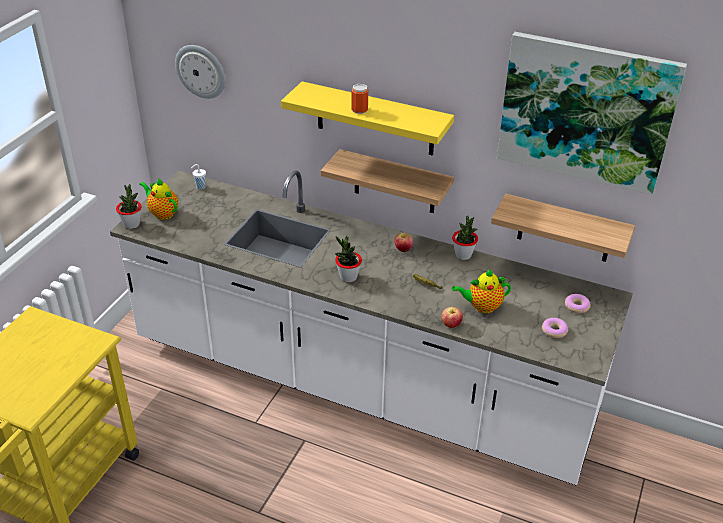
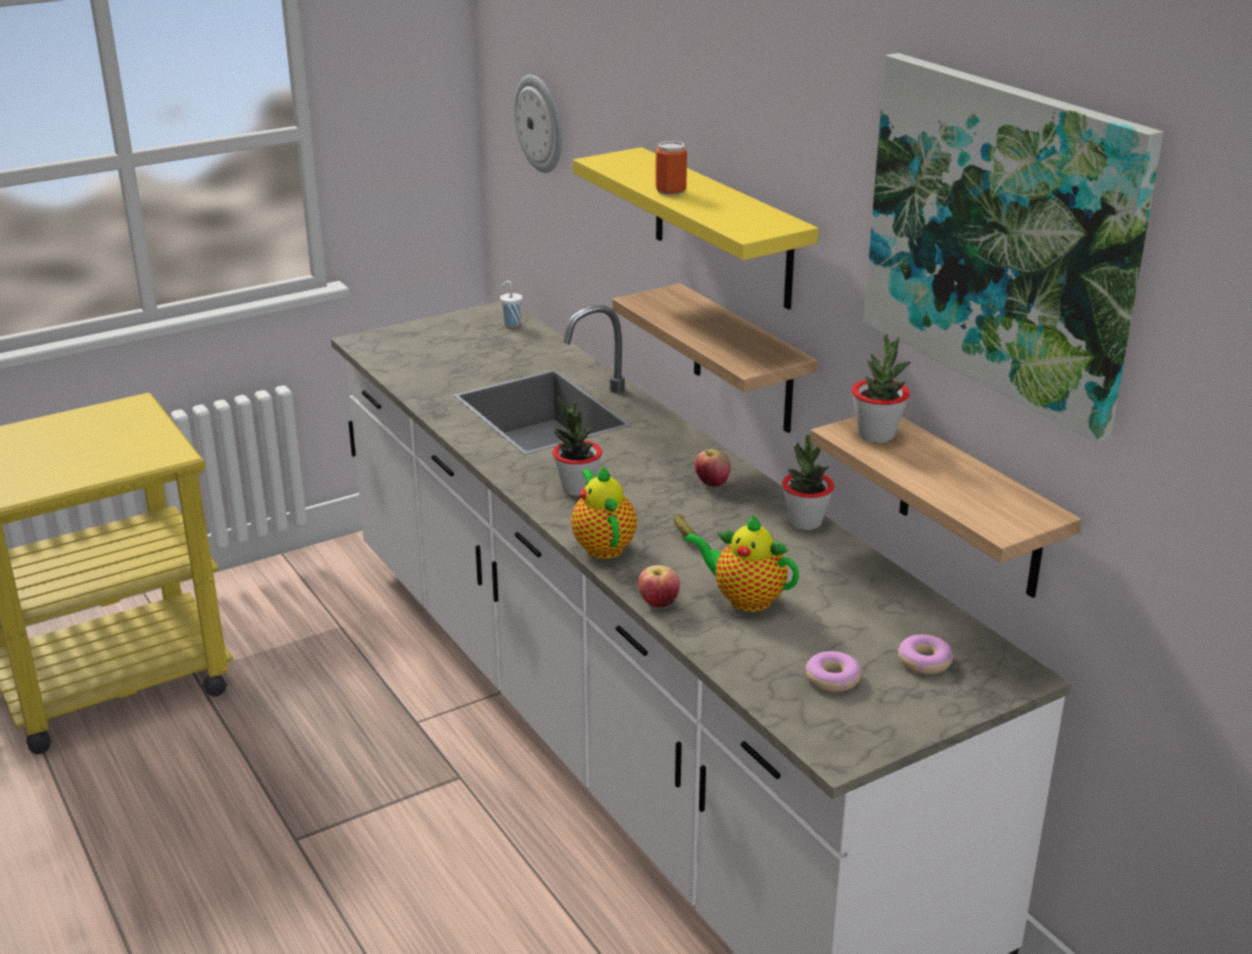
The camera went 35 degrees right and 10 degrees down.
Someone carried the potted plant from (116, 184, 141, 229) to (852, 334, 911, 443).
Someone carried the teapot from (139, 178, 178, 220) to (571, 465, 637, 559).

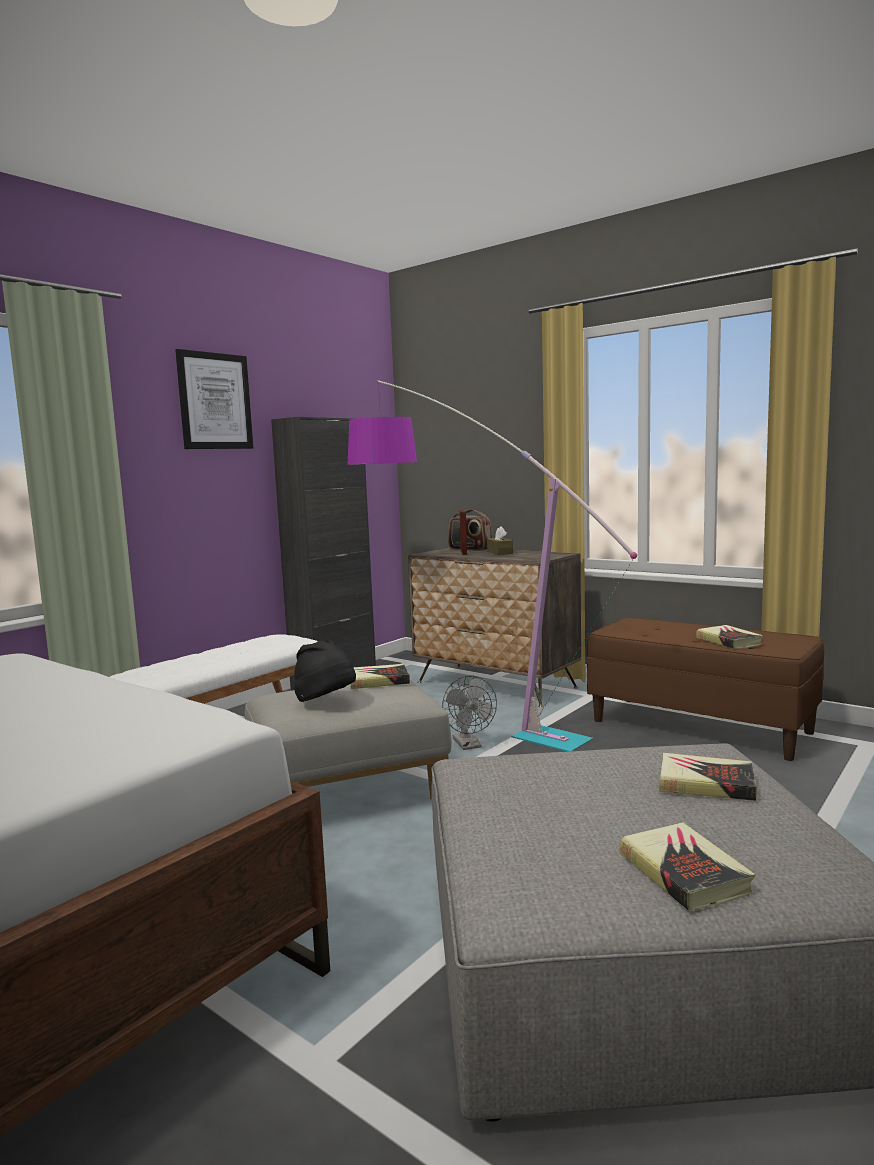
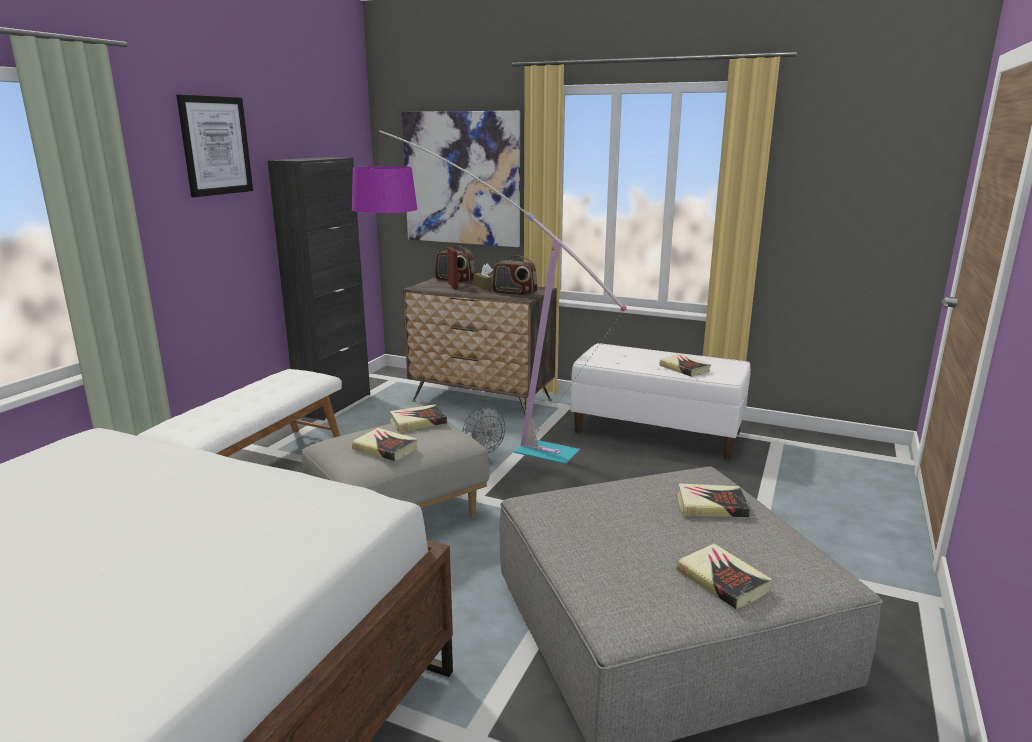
The camera went 15 degrees left and 10 degrees up.
Someone swapped the hat (black) at (294, 640, 356, 702) for the book at (352, 428, 418, 461).
Someone repainted the bench (brown) at (586, 617, 824, 761), which became the bench (white) at (571, 343, 751, 459).
Someone put up the picture at (402, 111, 520, 247).
Someone put down the radio at (492, 255, 537, 296).

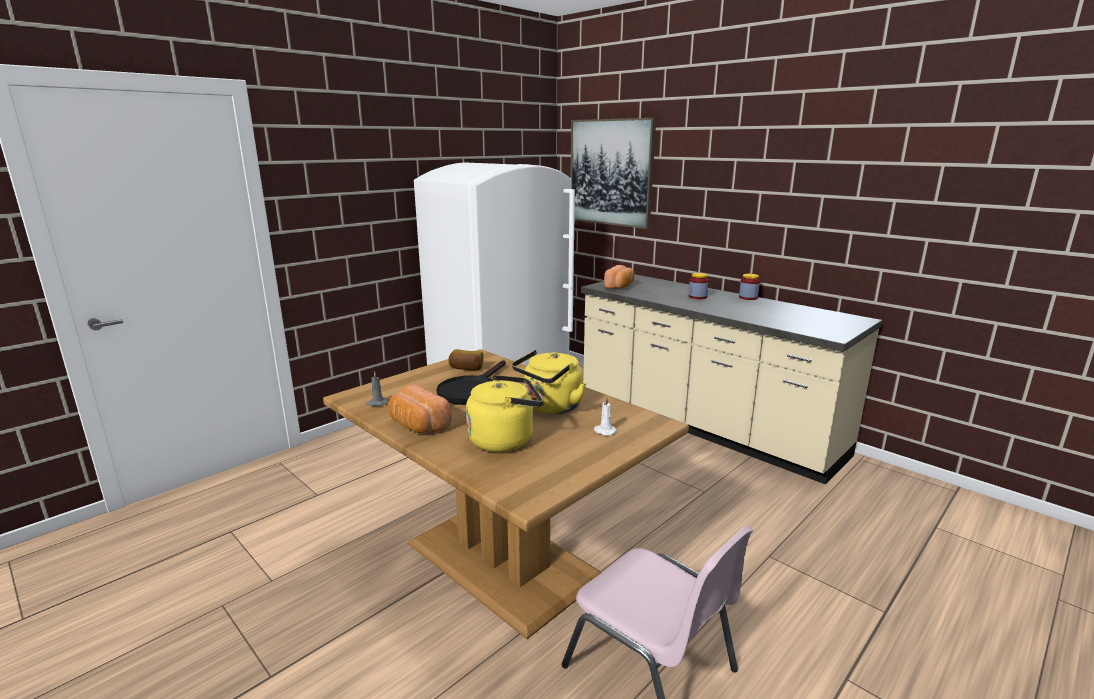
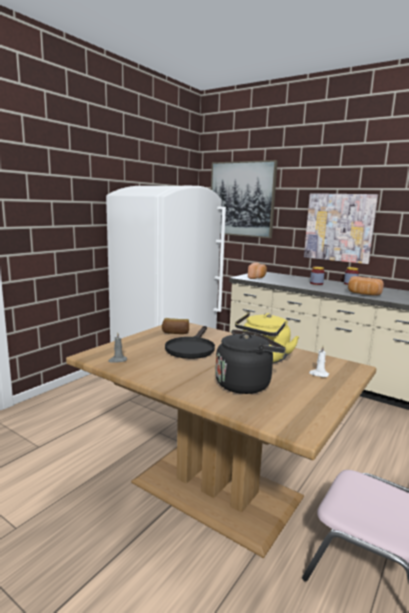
The camera went 10 degrees left and 5 degrees down.
Someone carried the bread from (388, 385, 452, 433) to (348, 276, 384, 296).
Someone repainted the kettle (yellow) at (466, 375, 543, 452), which became the kettle (black) at (215, 329, 286, 394).
Someone put up the picture at (304, 193, 378, 264).

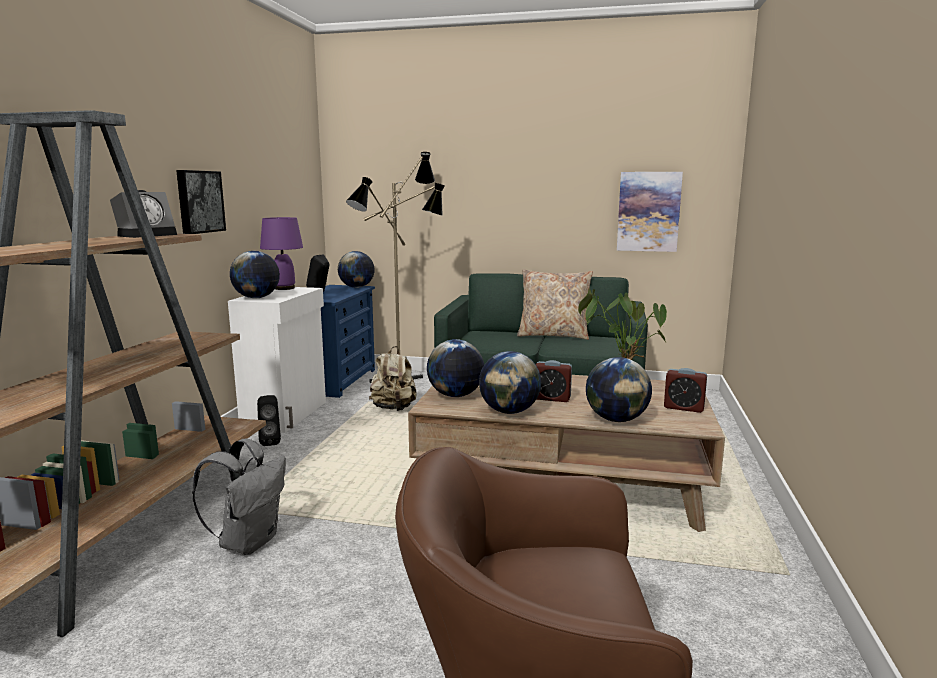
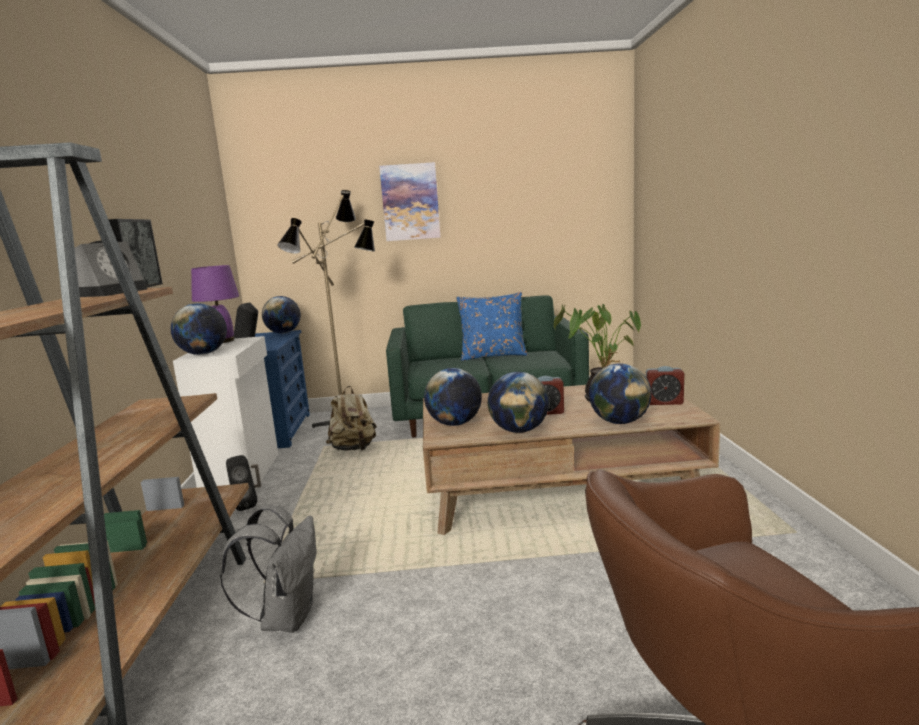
The camera went 15 degrees left and 0 degrees up.
Someone repainted the pillow (beige) at (517, 269, 593, 340), which became the pillow (blue) at (456, 292, 528, 361).
Someone carried the picture from (617, 172, 683, 252) to (379, 162, 441, 241).

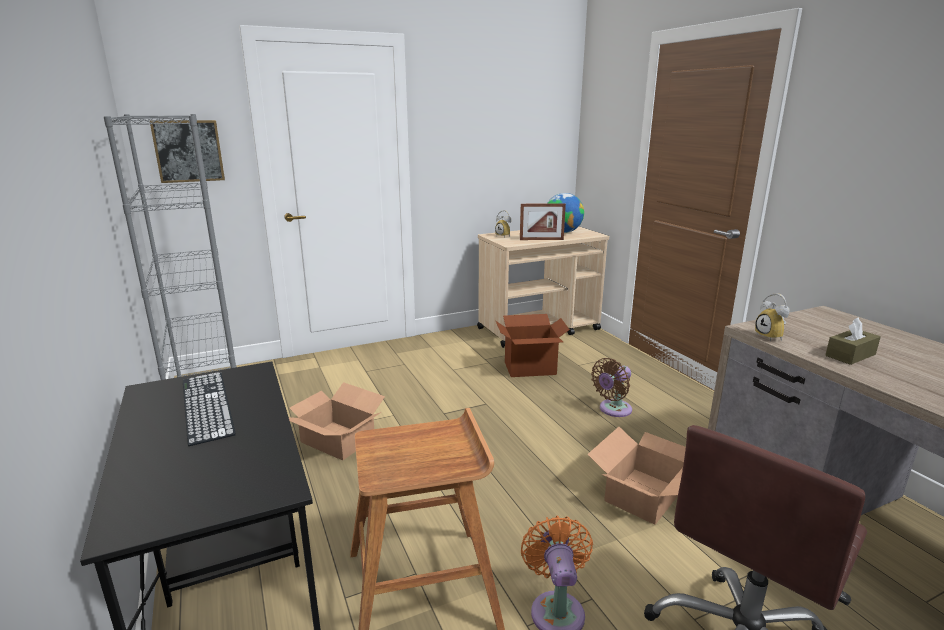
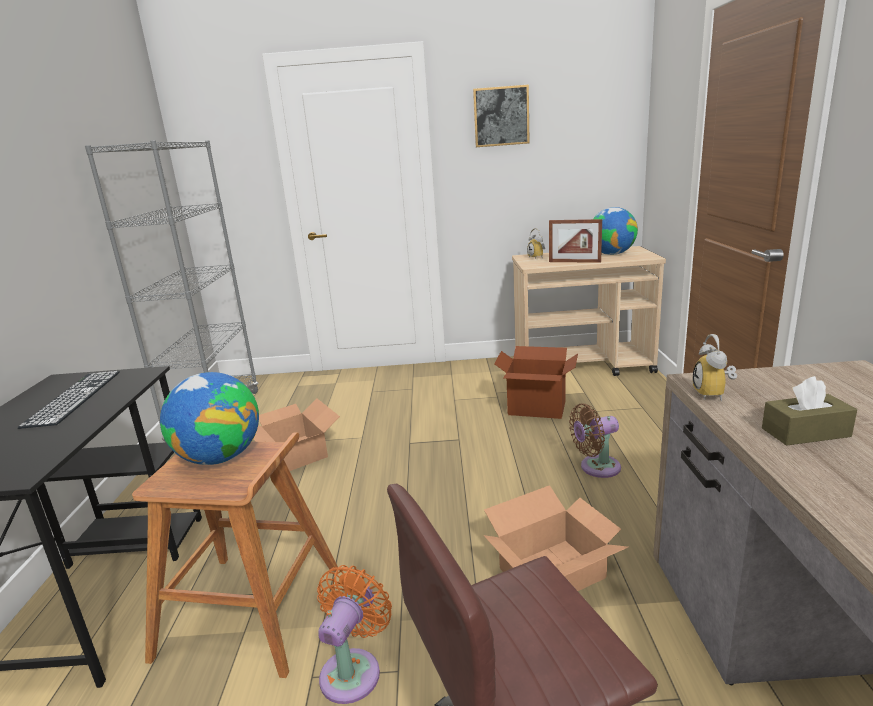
The camera went 25 degrees right and 0 degrees up.
Someone carried the picture from (150, 120, 225, 183) to (473, 84, 530, 147).
Someone put down the globe at (160, 372, 259, 465).

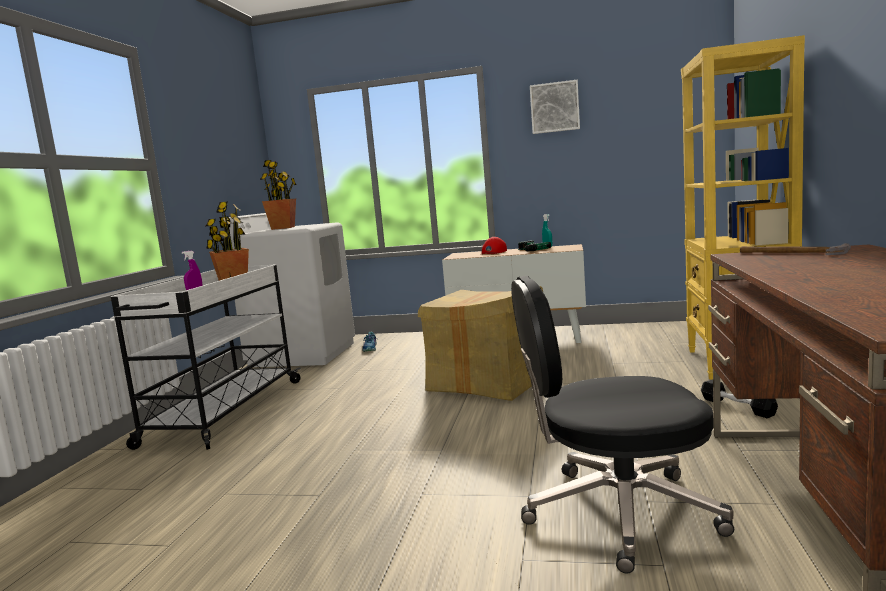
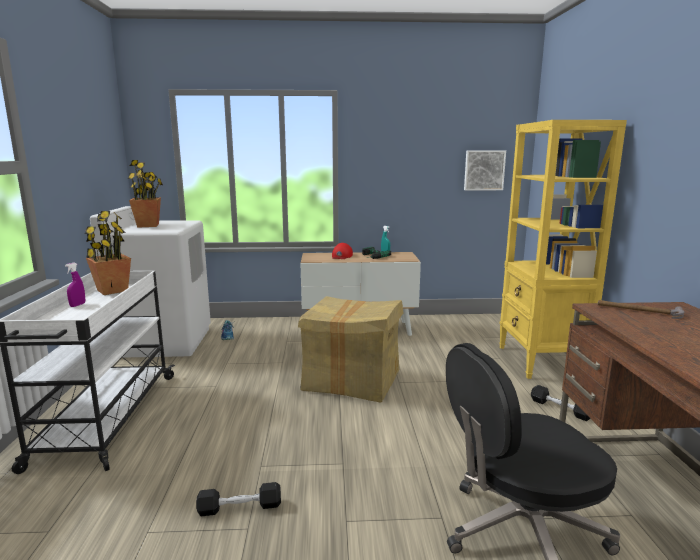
The camera went 15 degrees left and 5 degrees up.
Someone carried the picture from (530, 80, 580, 134) to (464, 151, 506, 190).
Someone put down the dumbbell (black) at (196, 482, 281, 516).

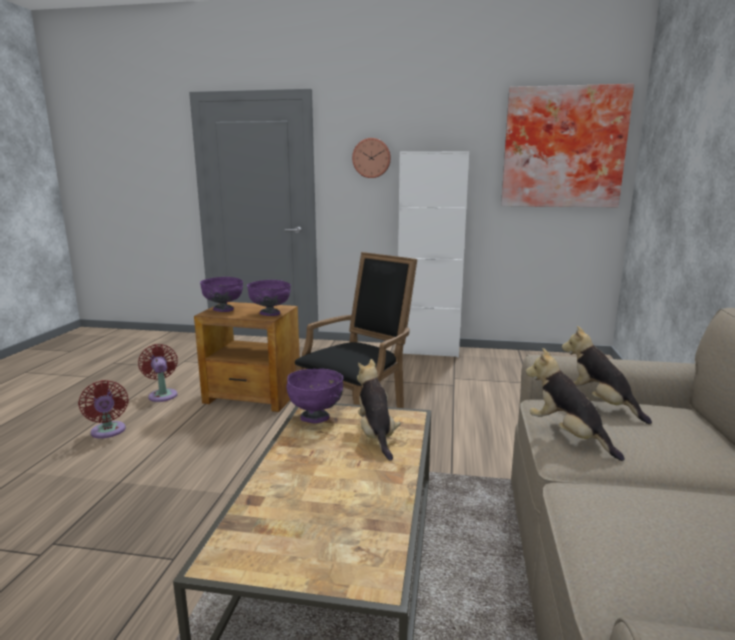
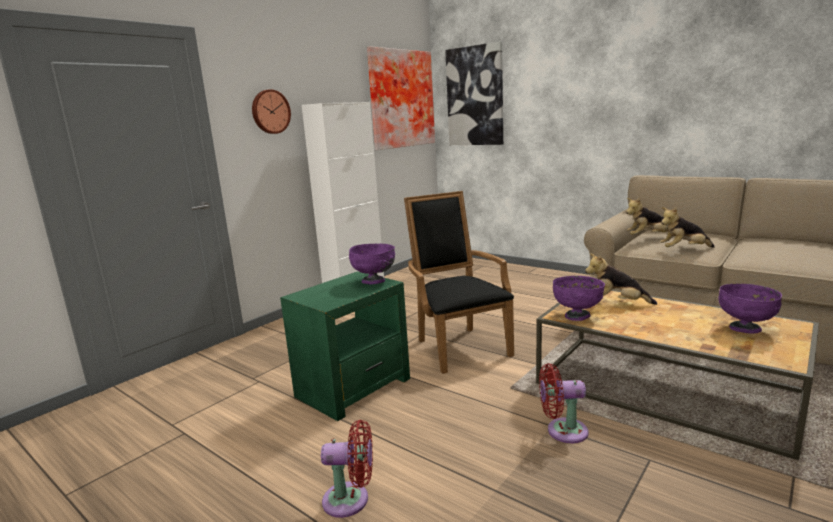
The camera went 60 degrees left and 0 degrees up.
Someone carried the fan (red) from (138, 344, 178, 402) to (539, 363, 589, 443).
Someone repainted the side table (brown) at (194, 302, 300, 412), which became the side table (green) at (280, 271, 410, 421).
Someone carried the bowl (purple) from (200, 277, 243, 312) to (718, 284, 782, 334).
Someone put up the picture at (445, 41, 503, 145).

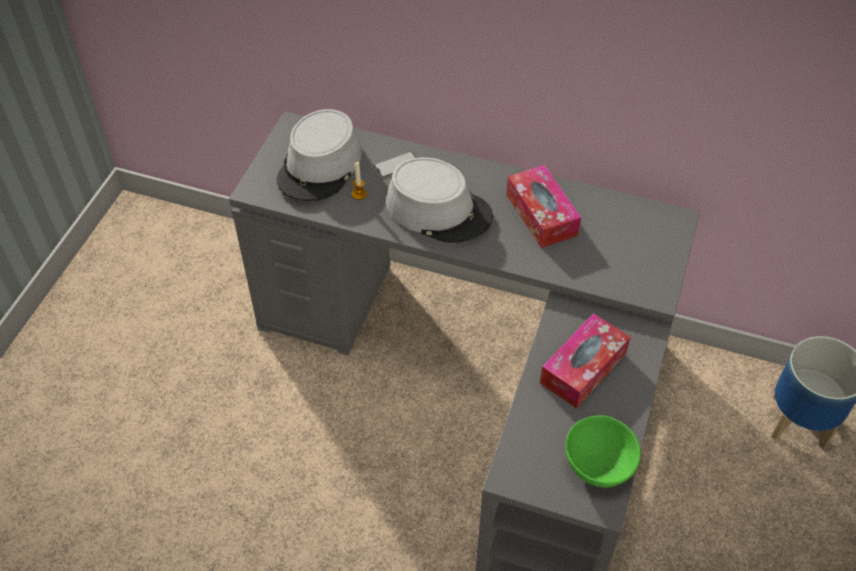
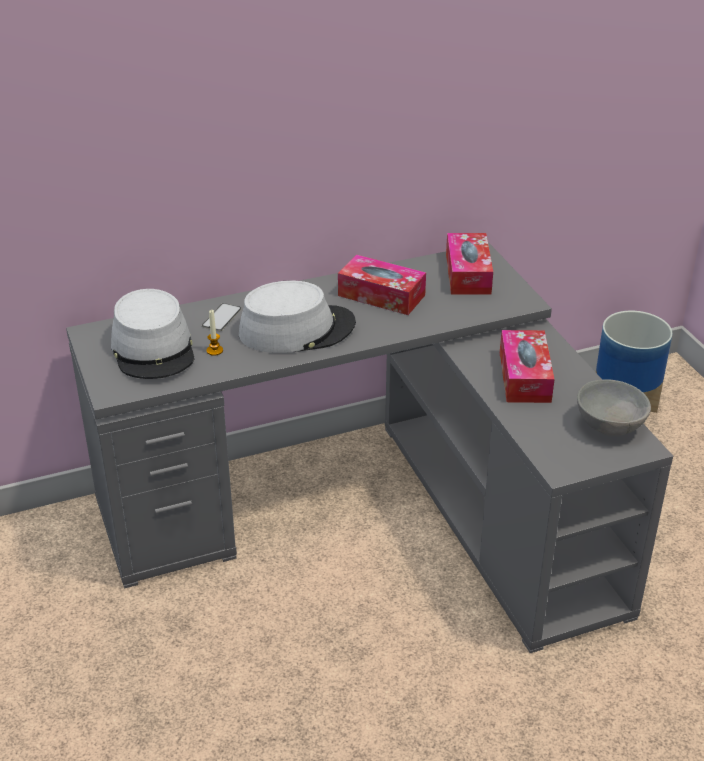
The camera went 40 degrees left and 15 degrees down.
Someone repainted the bowl (green) at (565, 415, 641, 488), which became the bowl (grey) at (577, 379, 651, 436).
Someone put down the tissue box at (446, 233, 493, 295).

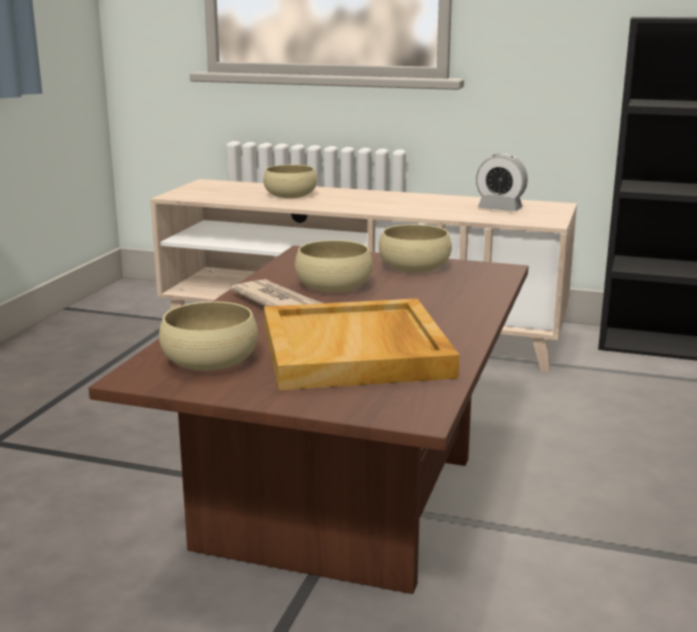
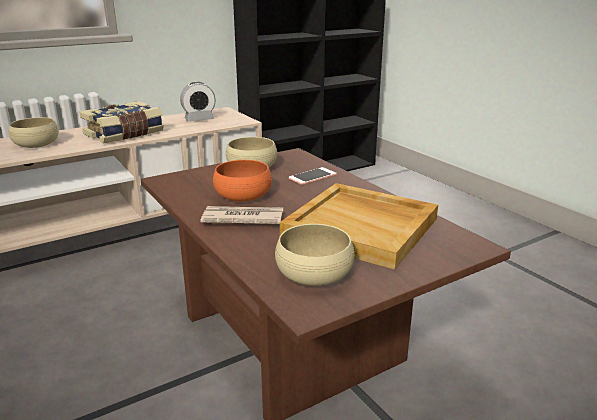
The camera went 50 degrees left and 5 degrees up.
Someone repainted the bowl (beige) at (295, 240, 373, 292), which became the bowl (orange) at (213, 160, 272, 201).
Someone put down the book at (79, 101, 164, 144).
Someone put down the phone at (289, 167, 337, 185).

